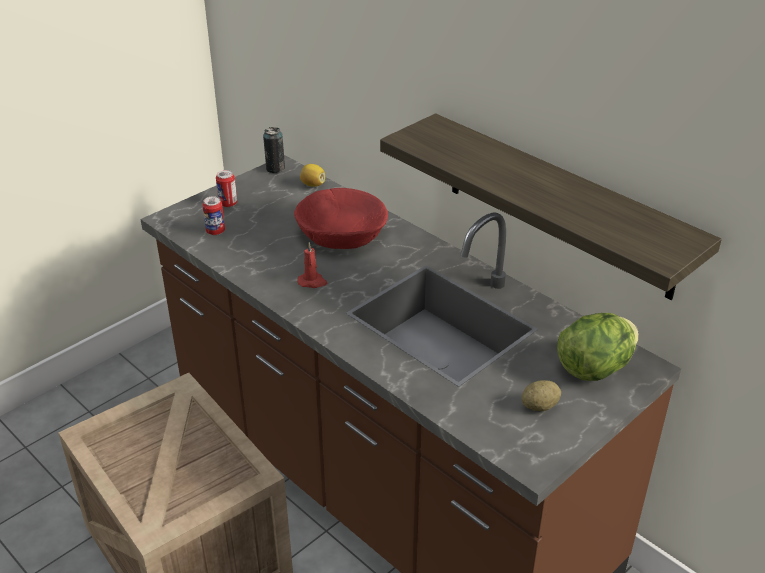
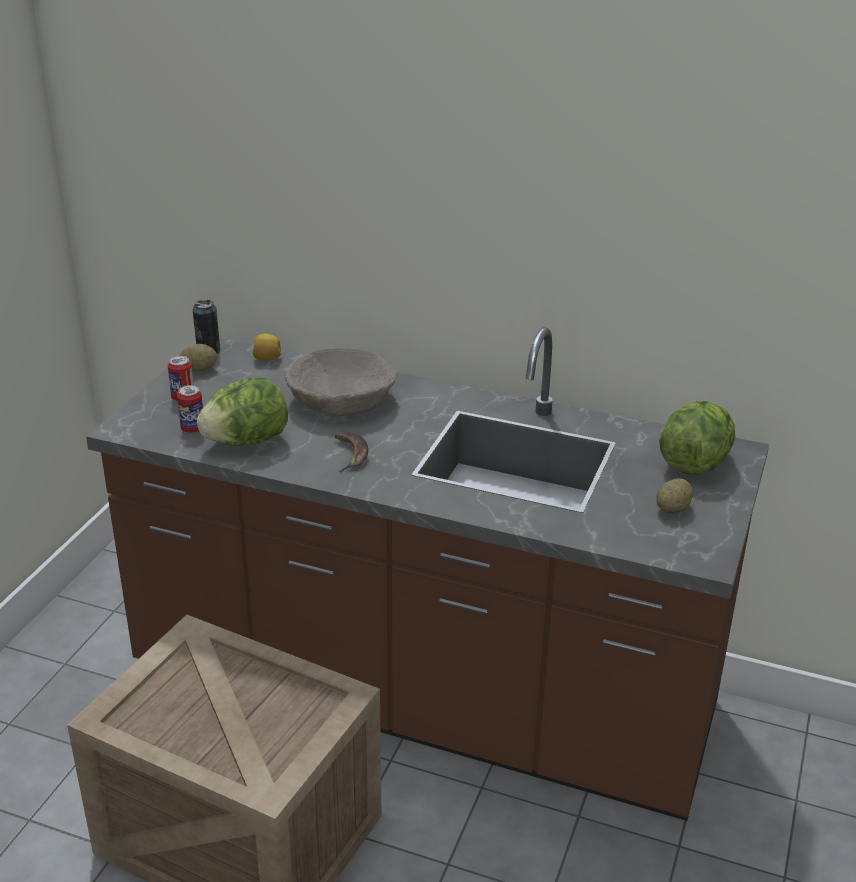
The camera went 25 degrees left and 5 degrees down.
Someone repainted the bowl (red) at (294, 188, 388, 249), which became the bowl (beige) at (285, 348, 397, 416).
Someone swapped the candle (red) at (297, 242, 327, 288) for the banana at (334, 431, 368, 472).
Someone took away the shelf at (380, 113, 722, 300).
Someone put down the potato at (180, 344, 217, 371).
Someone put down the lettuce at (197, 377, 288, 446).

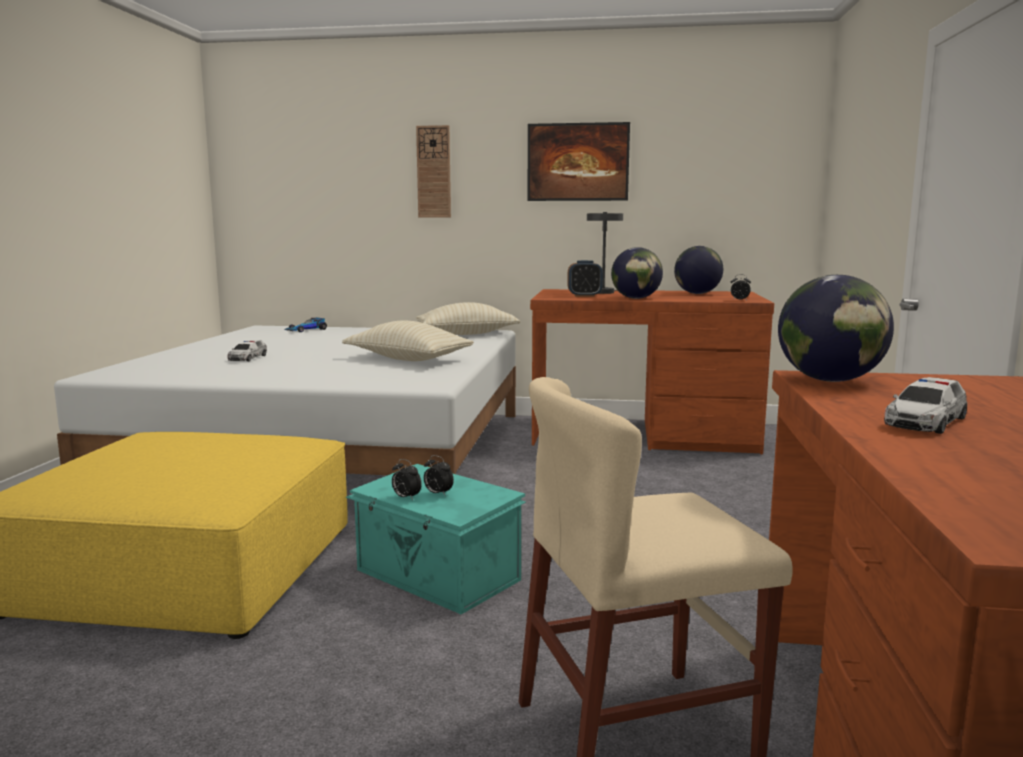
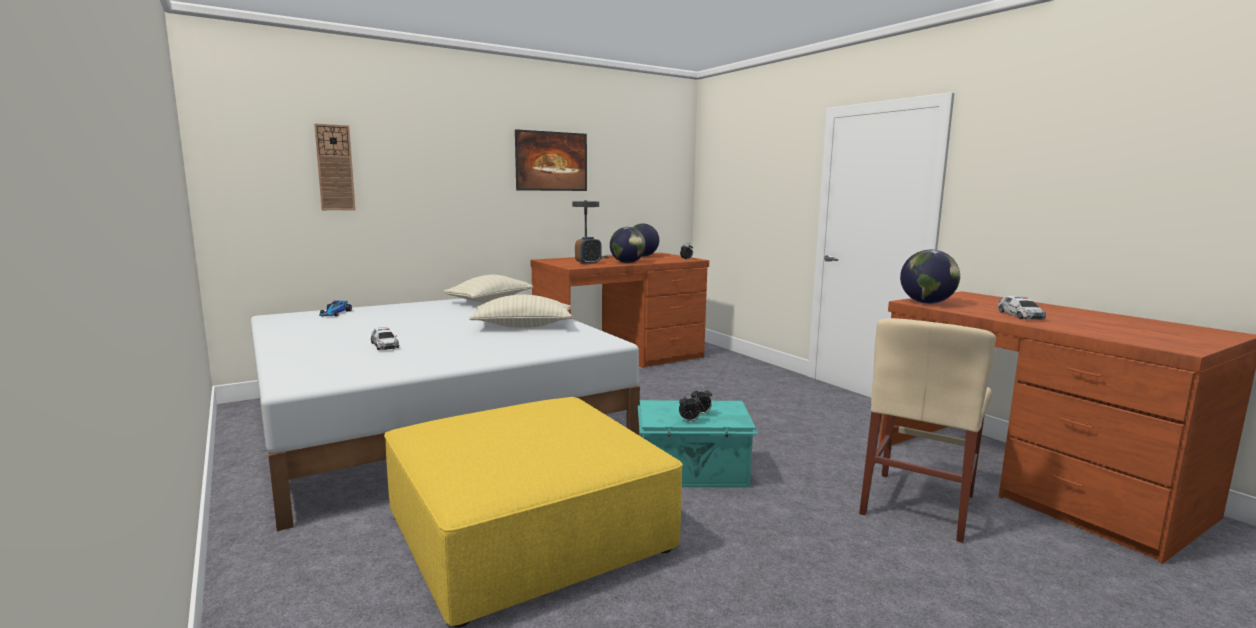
The camera went 40 degrees left and 0 degrees up.
Someone carried the wall clock from (416, 125, 451, 217) to (314, 124, 356, 210).

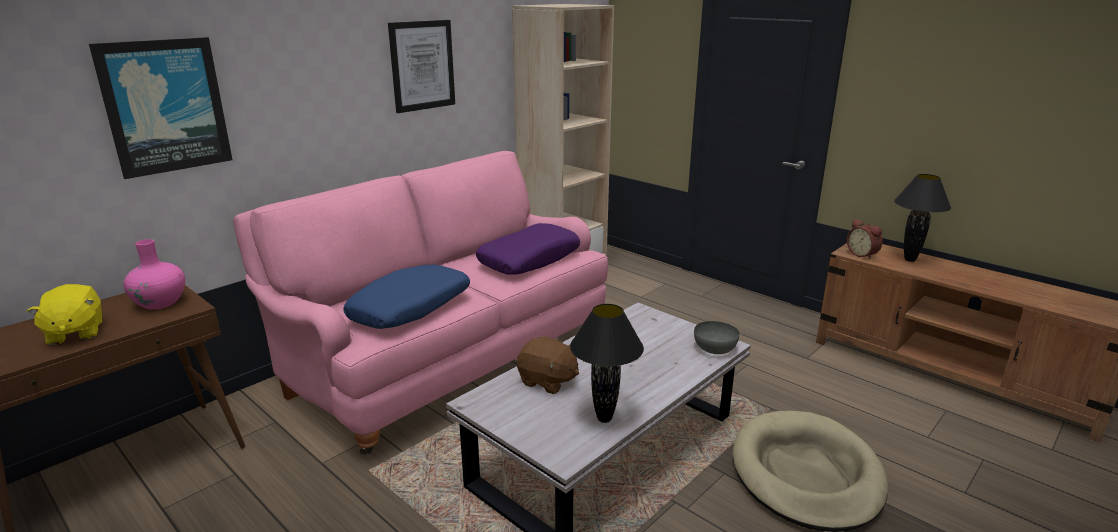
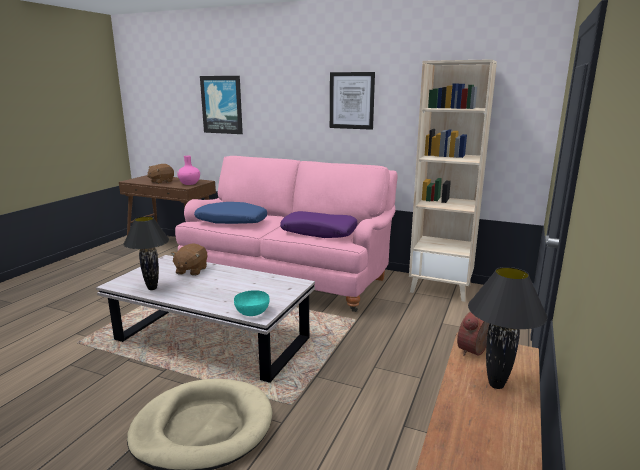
The camera went 70 degrees right and 5 degrees down.
Someone repainted the plush toy (yellow) at (27, 284, 102, 345), which became the plush toy (brown) at (147, 164, 174, 184).
Someone repainted the bowl (grey) at (694, 321, 739, 354), which became the bowl (turquoise) at (234, 290, 269, 316).

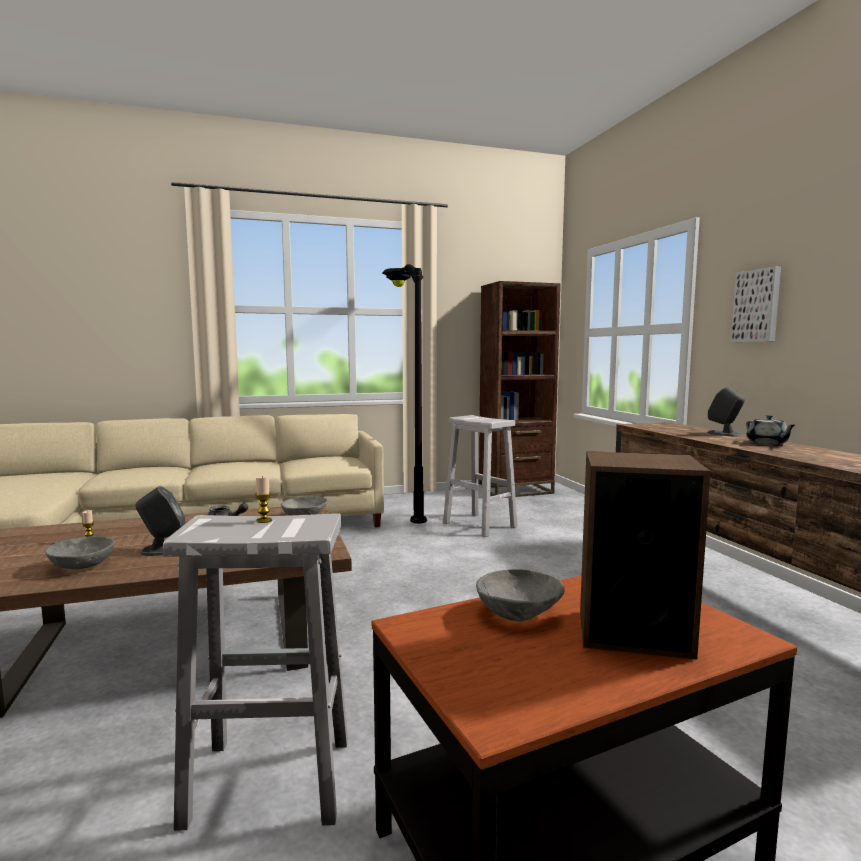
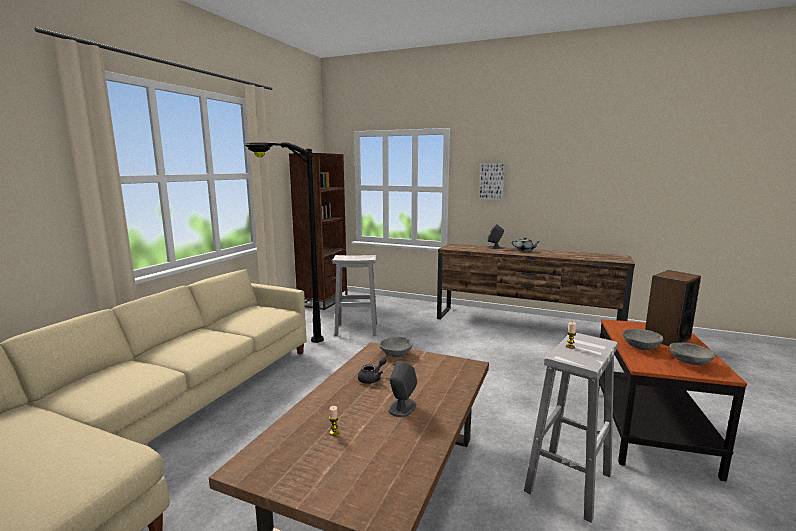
The camera went 50 degrees left and 5 degrees up.
Someone carried the bowl (grey) from (45, 536, 115, 570) to (669, 343, 716, 366).

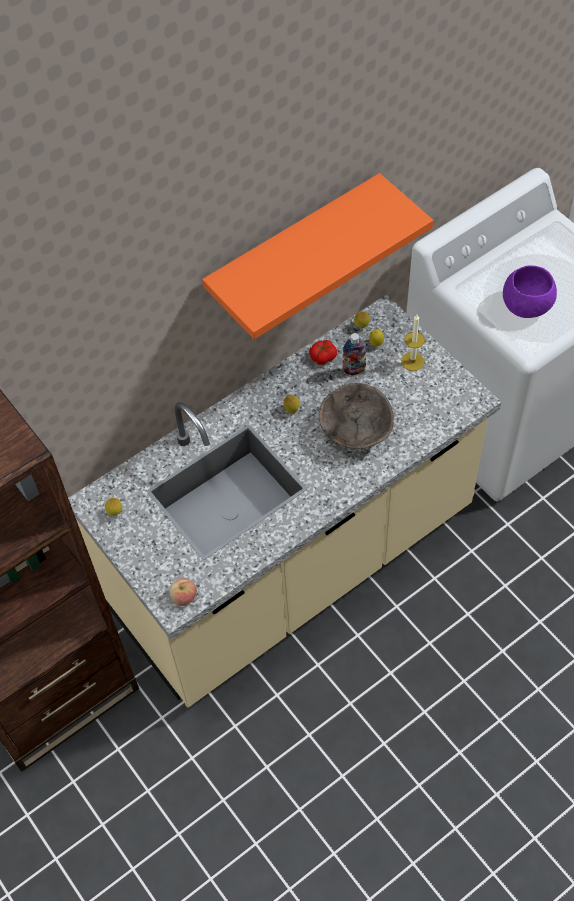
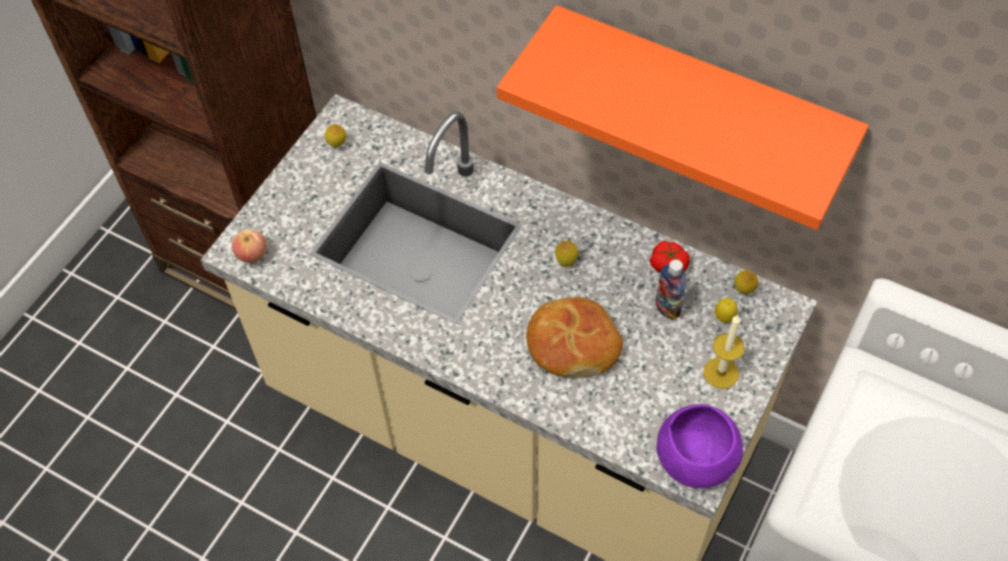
The camera went 65 degrees right and 0 degrees up.
Someone swapped the bowl (brown) at (319, 383, 394, 449) for the bread at (526, 297, 623, 378).
Someone carried the bowl (purple) from (503, 265, 557, 318) to (657, 404, 743, 488).

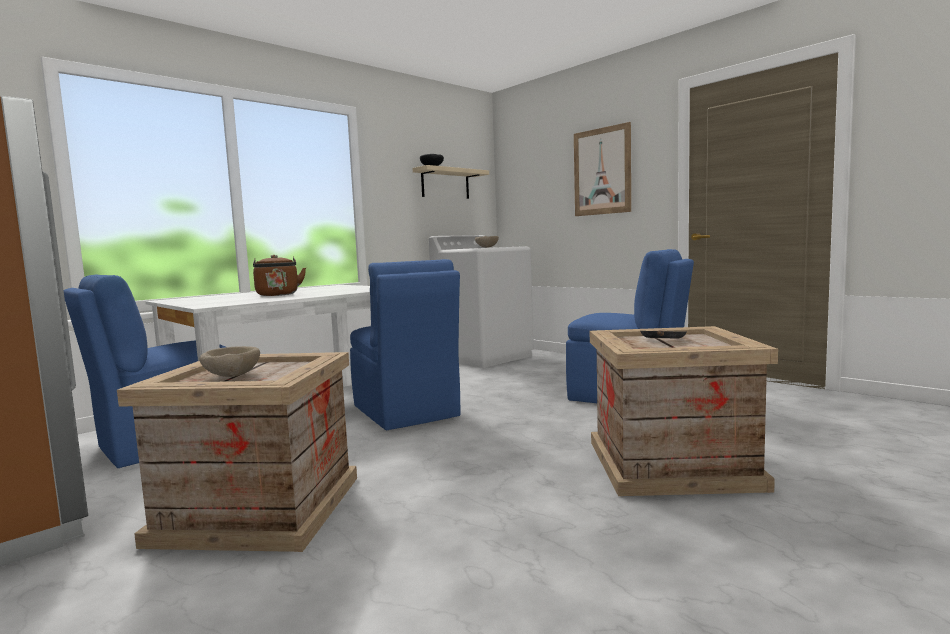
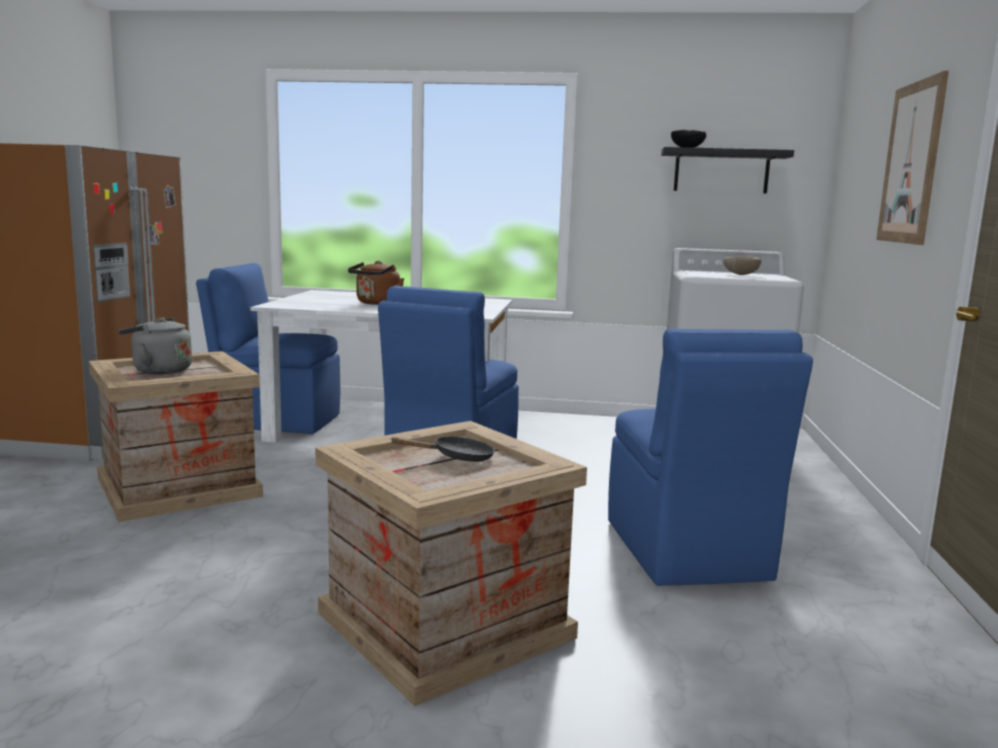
The camera went 50 degrees right and 5 degrees up.
Someone swapped the bowl (beige) at (199, 346, 260, 377) for the kettle (grey) at (119, 318, 192, 374).
Someone repainted the shelf (beige) at (413, 165, 489, 199), which became the shelf (black) at (661, 147, 794, 193).

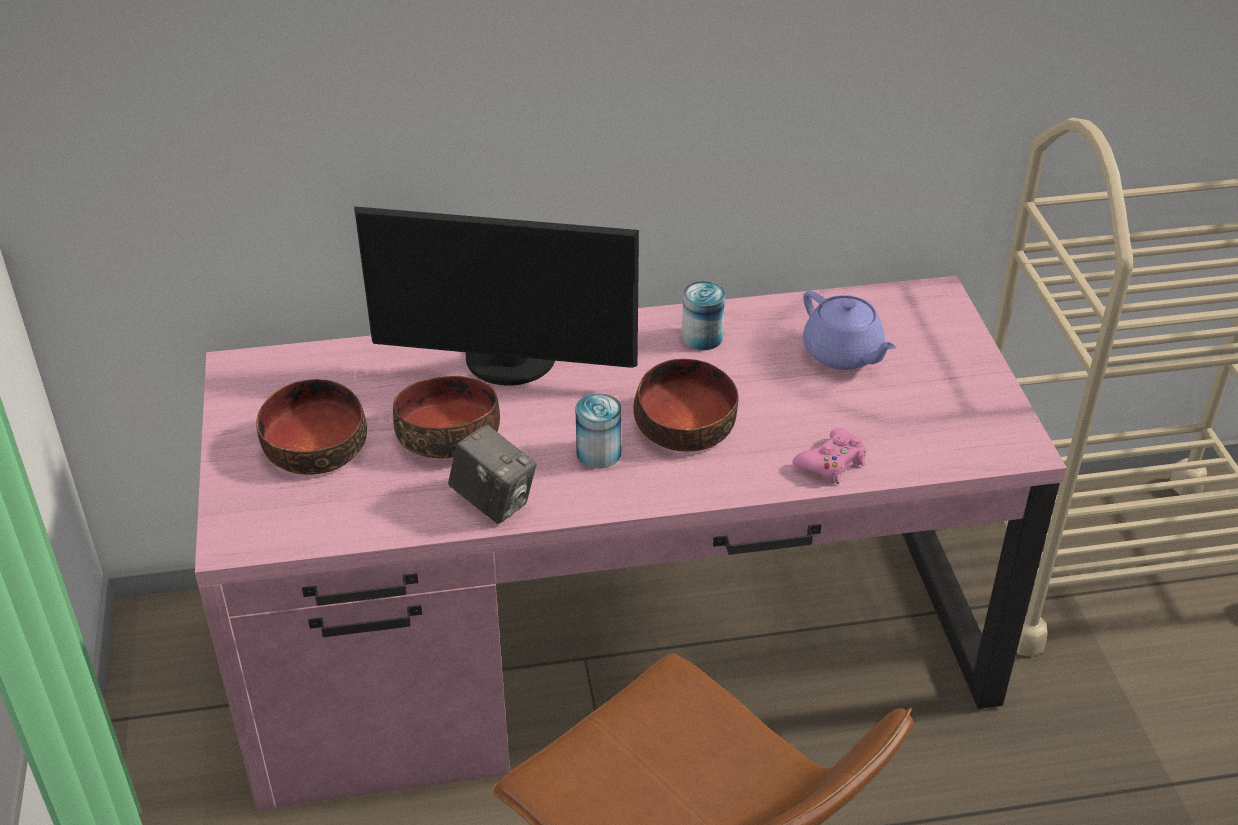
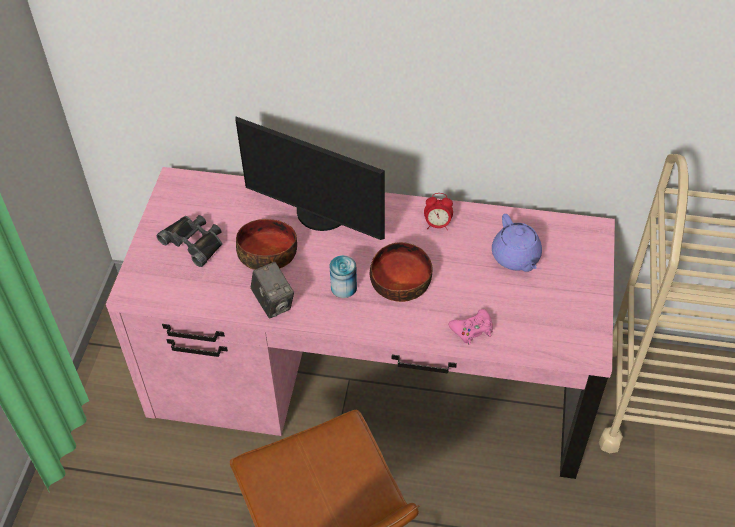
The camera went 20 degrees right and 10 degrees up.
Someone swapped the bowl at (256, 379, 367, 475) for the binoculars (black) at (157, 215, 222, 267).
Someone swapped the can at (682, 281, 725, 351) for the alarm clock at (424, 193, 453, 230).

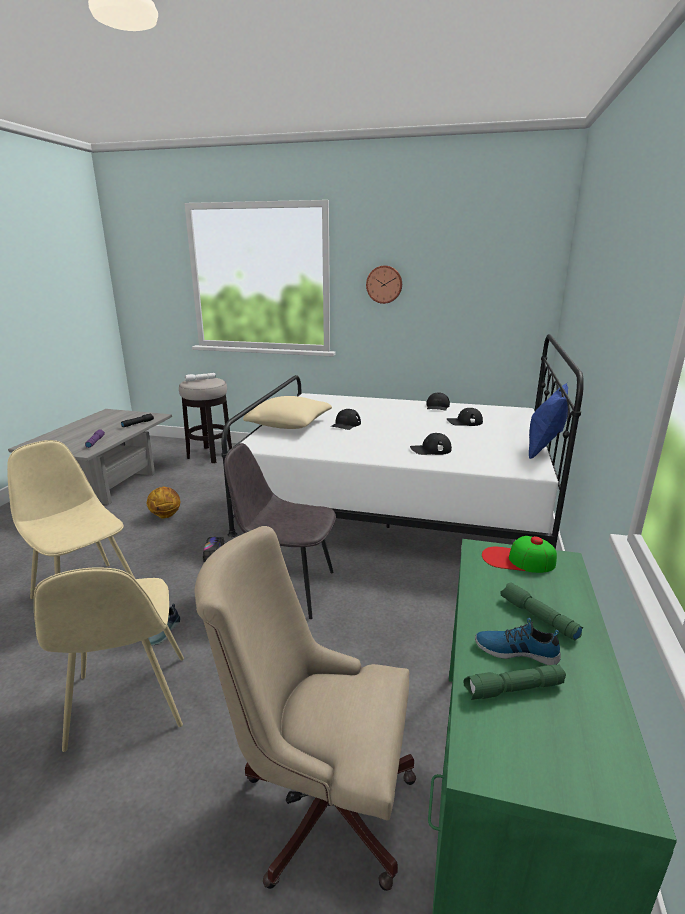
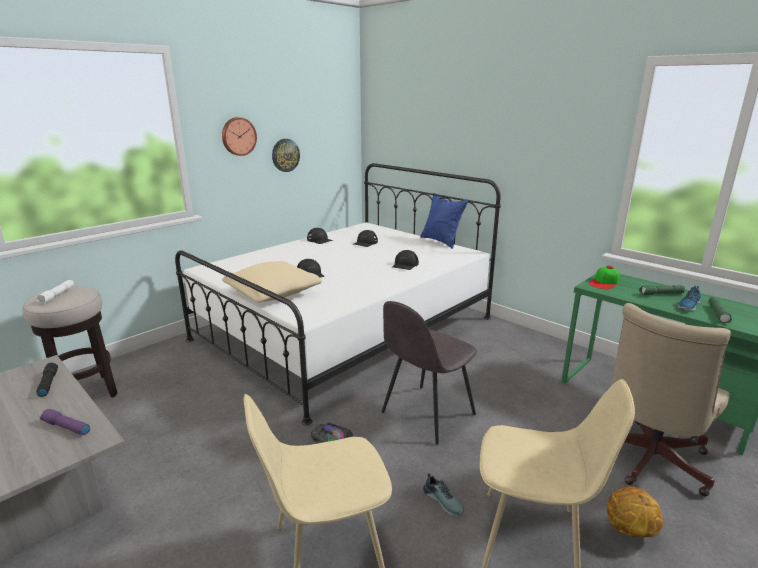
The camera went 60 degrees left and 0 degrees up.
Someone carried the basketball from (147, 487, 180, 519) to (607, 486, 663, 537).
Someone put up the wall clock at (272, 139, 300, 172).

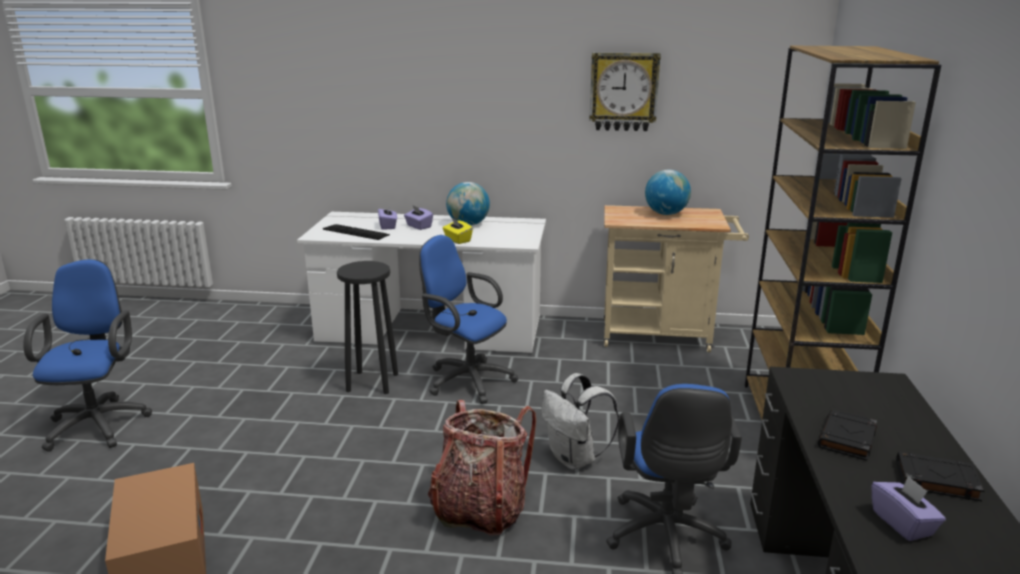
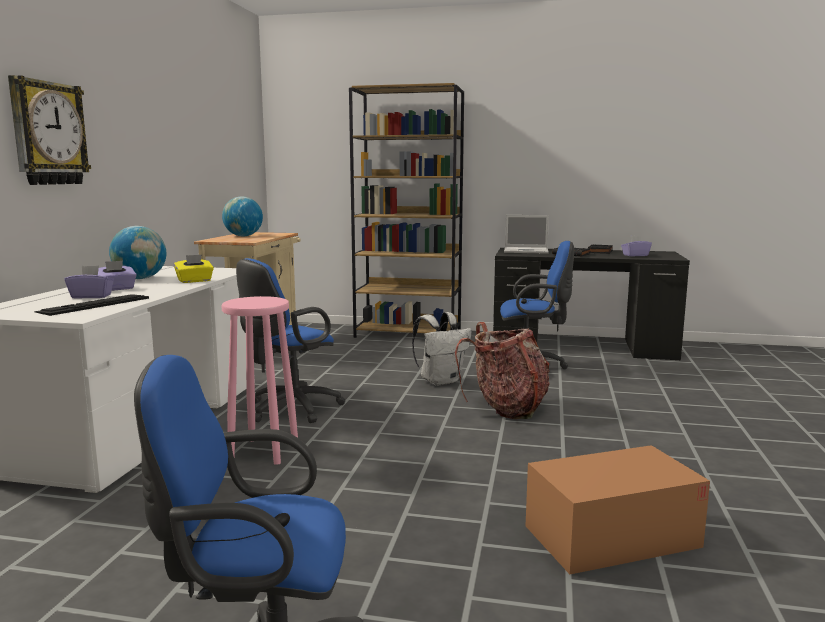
The camera went 85 degrees left and 10 degrees down.
Someone repainted the stool (black) at (337, 261, 398, 394), which became the stool (pink) at (221, 296, 298, 465).
Someone carried the wall clock from (589, 52, 661, 131) to (8, 75, 91, 185).
Someone put down the laptop at (504, 215, 549, 254).

